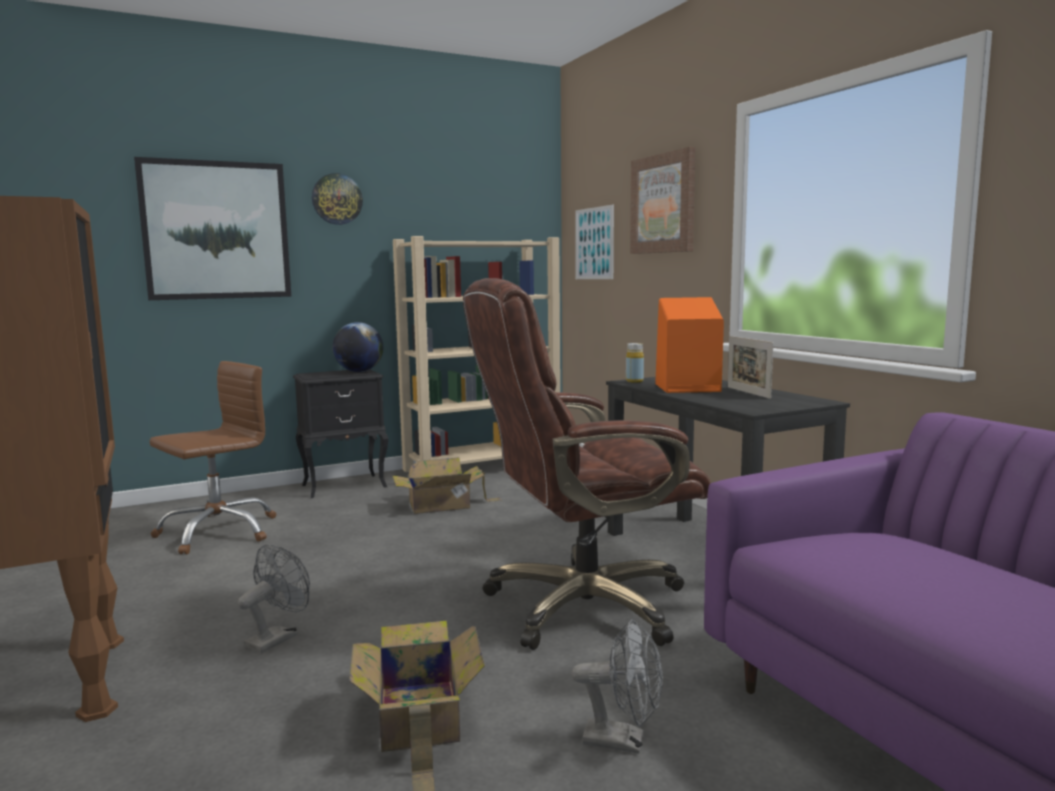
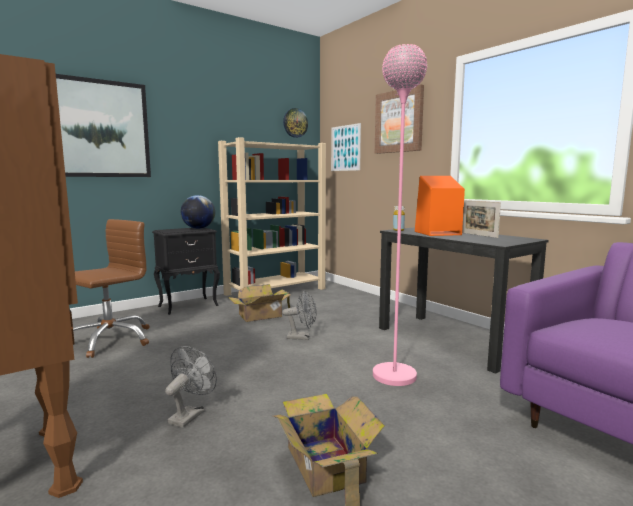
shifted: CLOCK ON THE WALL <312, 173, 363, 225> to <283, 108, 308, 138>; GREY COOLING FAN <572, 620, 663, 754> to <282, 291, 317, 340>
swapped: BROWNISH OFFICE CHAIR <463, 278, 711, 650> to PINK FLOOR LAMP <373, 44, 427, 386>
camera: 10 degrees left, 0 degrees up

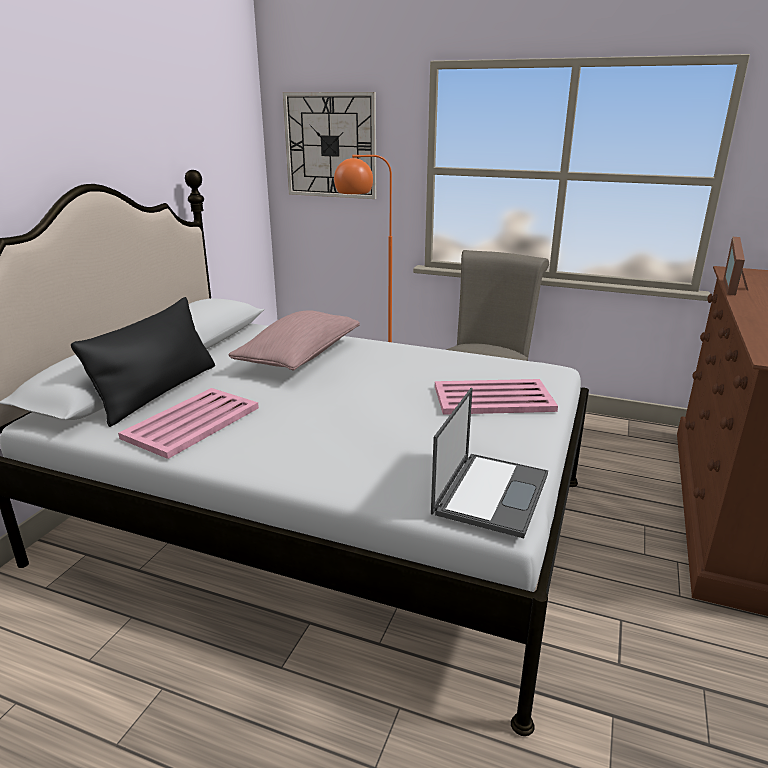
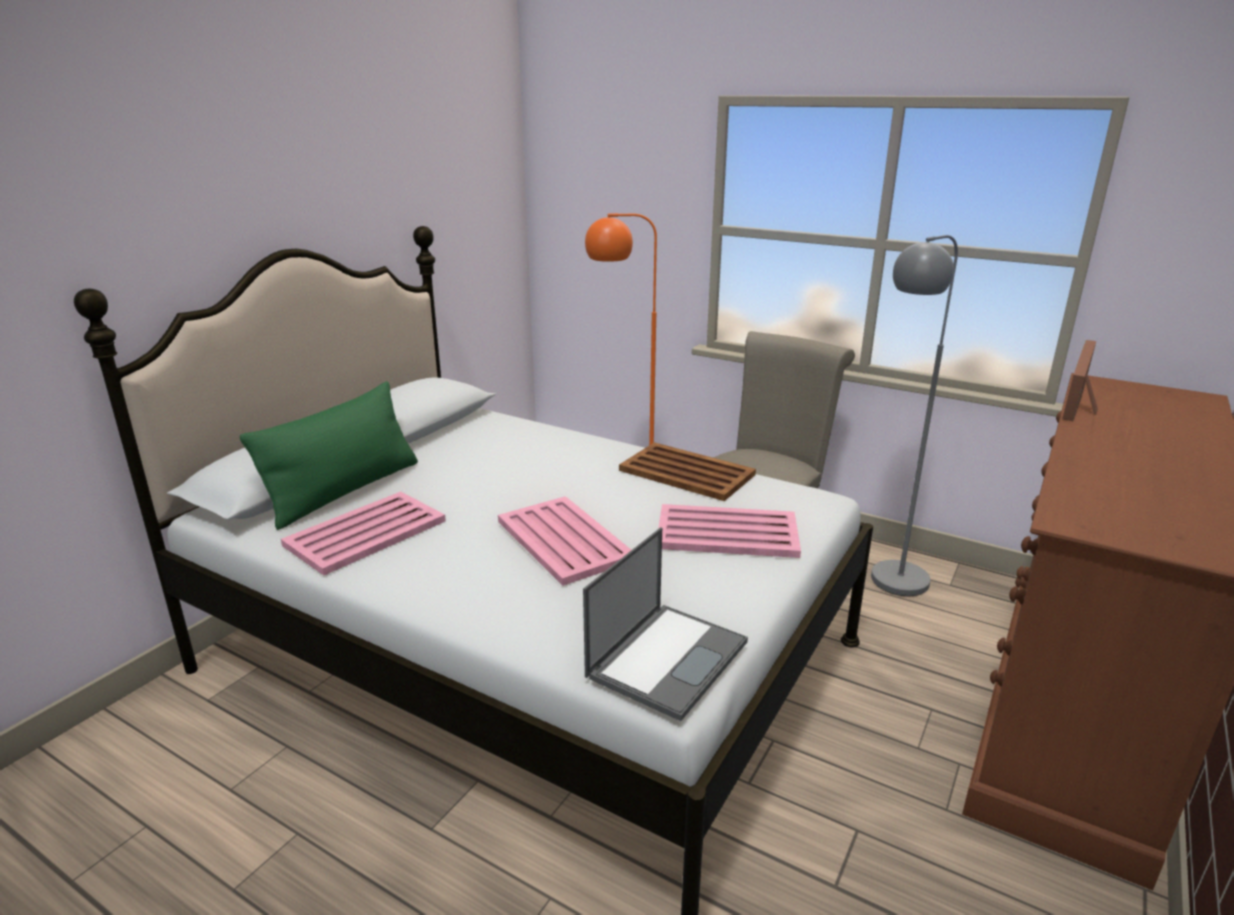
gone: CLOCK ON THE WALL <283, 92, 376, 199>; PINK CUSHION <228, 310, 360, 371>
new: GREY FLOOR LAMP <871, 235, 958, 596>; BROWNISH SERVING TRAY <619, 442, 756, 501>; PINK SERVING TRAY <498, 496, 631, 586>
repainted: BLACK CUSHION <71, 297, 215, 427> to GREEN-COLOURED CUSHION <240, 381, 418, 530>
camera: 10 degrees right, 0 degrees up

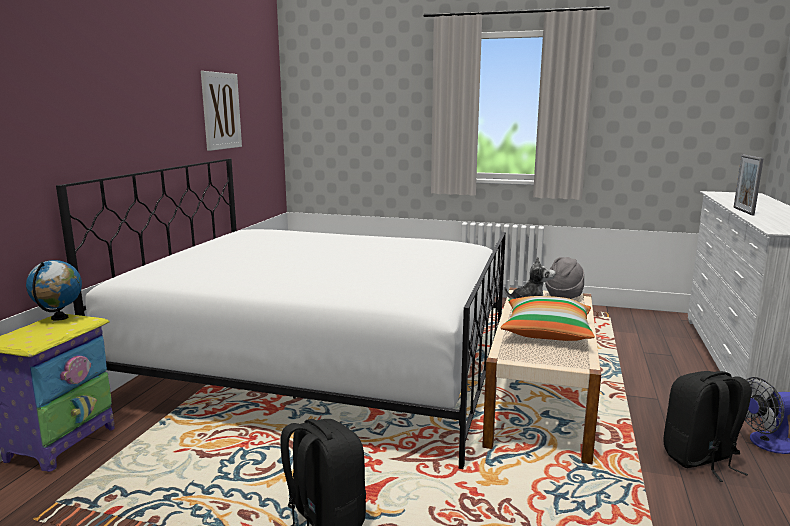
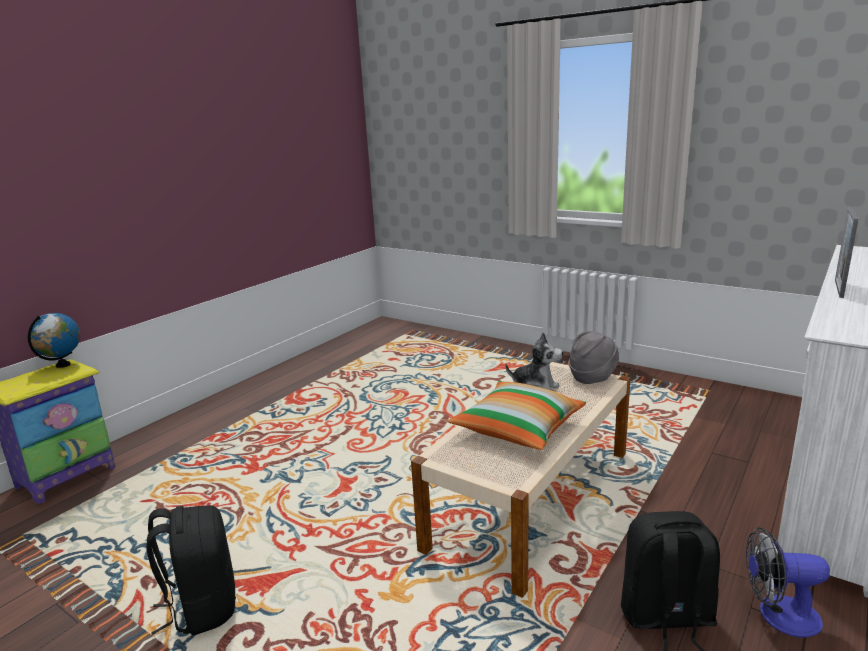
gone: WALL PICTURE <201, 71, 242, 151>; WHITE BED <56, 159, 506, 469>
camera: 20 degrees right, 5 degrees up

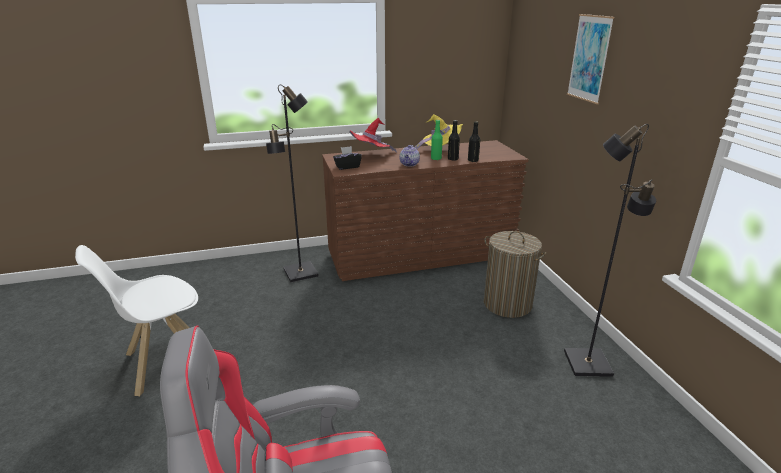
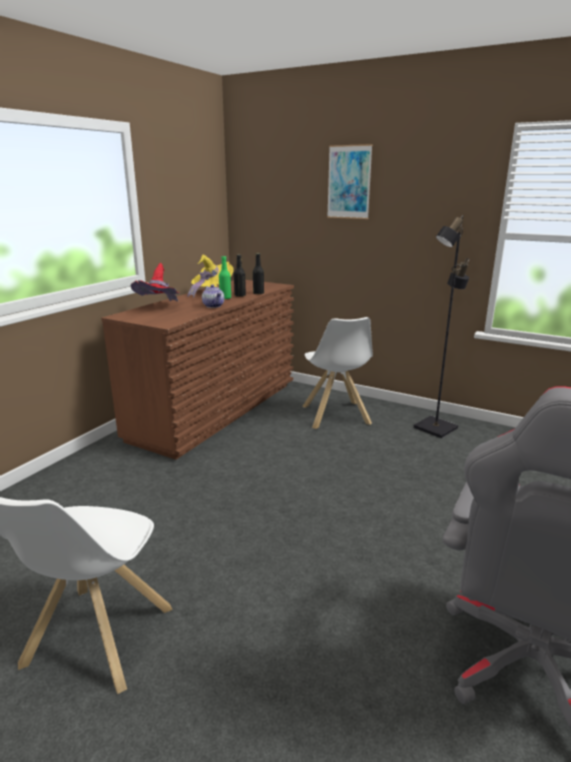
gone: BLACK FLOOR LAMP <266, 84, 319, 282>; BLACK TISSUE BOX <333, 146, 362, 170>
swapped: LAUNDRY BASKET <484, 231, 546, 318> to WHITE UPRIGHT CHAIR <302, 317, 373, 429>
camera: 45 degrees left, 5 degrees down

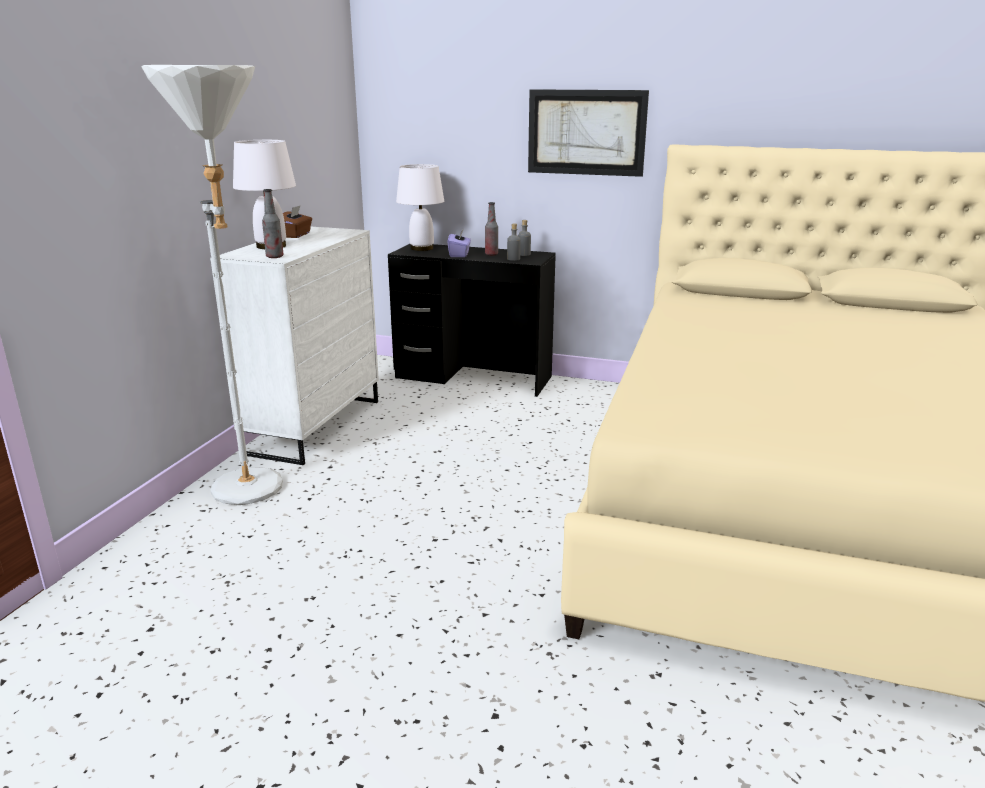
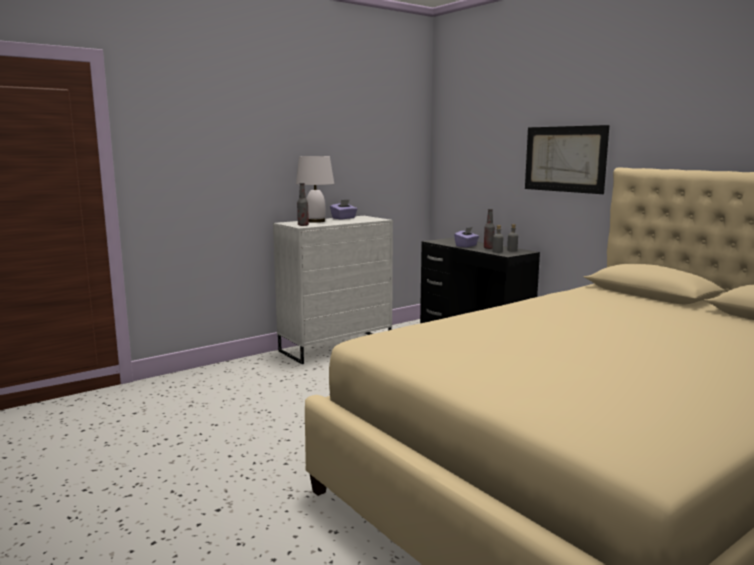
gone: WHITE FLOOR LAMP <141, 65, 283, 505>; WHITE TABLE LAMP <396, 164, 444, 251>
repainted: BROWNISH TISSUE BOX <283, 205, 312, 238> to PURPLISH TISSUE BOX <330, 199, 357, 219>
camera: 35 degrees right, 10 degrees down

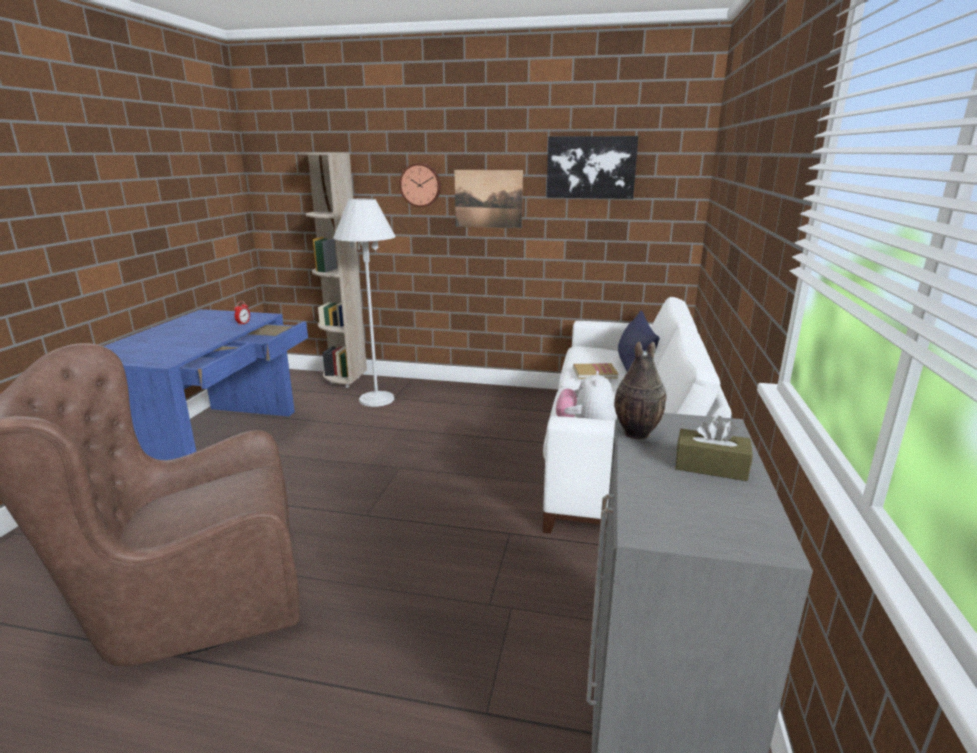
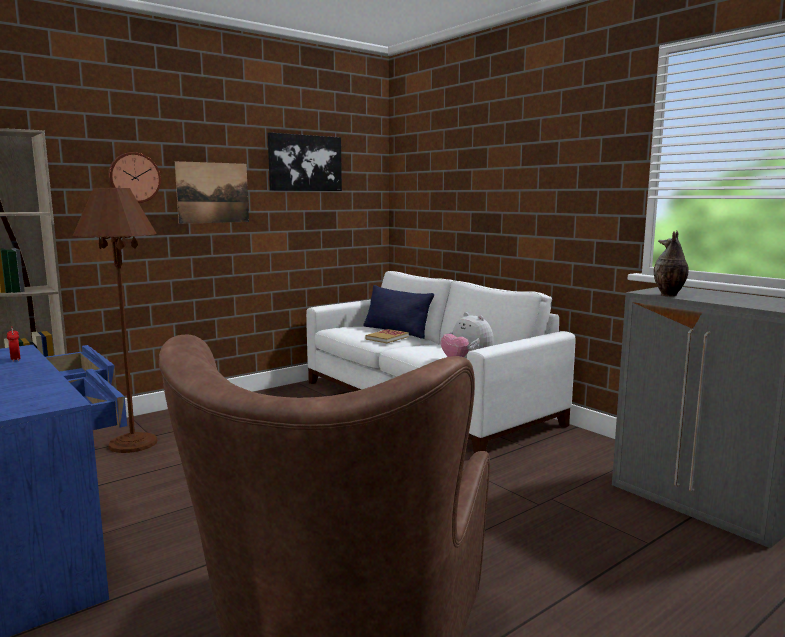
gone: BROWNISH TISSUE BOX <675, 416, 753, 481>
repainted: WHITE FLOOR LAMP <333, 198, 396, 407> to BROWNISH FLOOR LAMP <73, 188, 157, 453>
camera: 50 degrees left, 10 degrees down

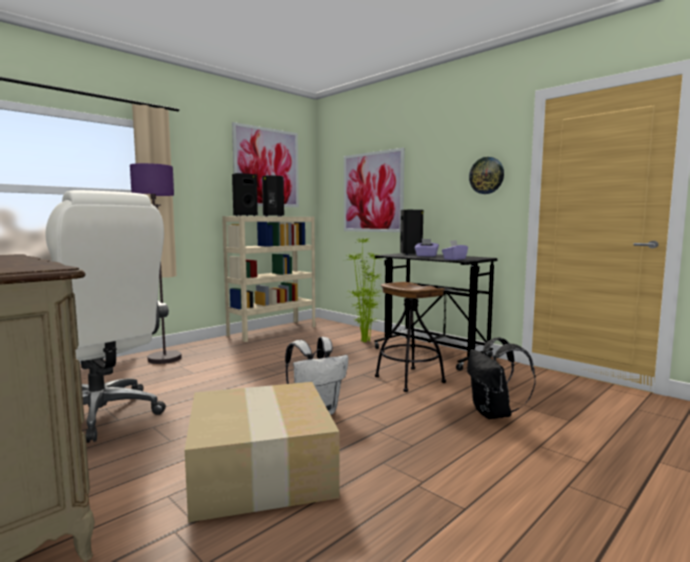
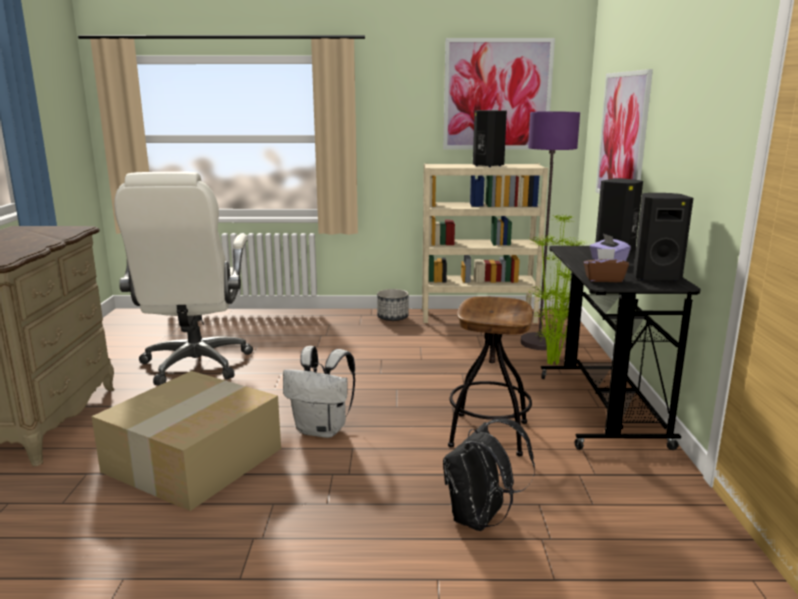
gone: CLOCK ON THE WALL <469, 157, 504, 194>
new: PLANT POT <377, 289, 409, 321>
shifted: PURPLISH FLOOR LAMP <130, 163, 182, 364> to <521, 111, 580, 350>; BLACK AUDIO SPEAKER <232, 173, 258, 216> to <634, 193, 693, 281>
repainted: PURPLISH TISSUE BOX <442, 240, 468, 260> to BROWNISH TISSUE BOX <583, 249, 629, 282>
camera: 45 degrees right, 10 degrees up

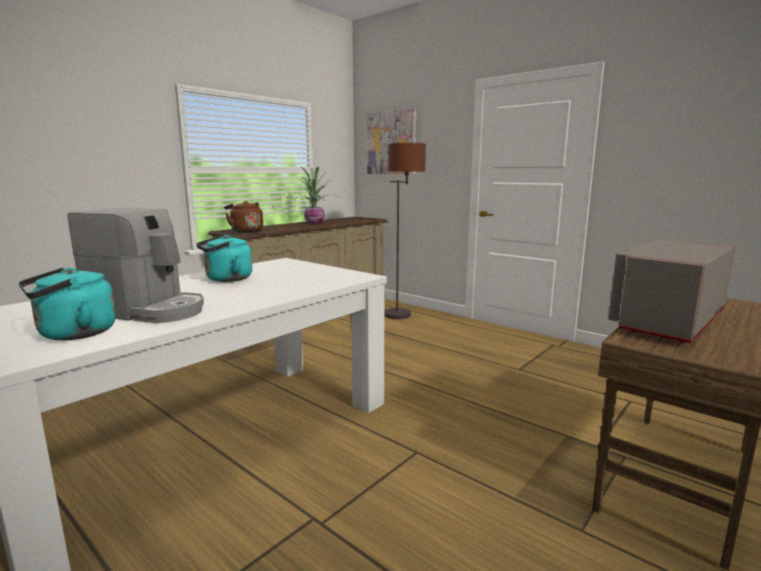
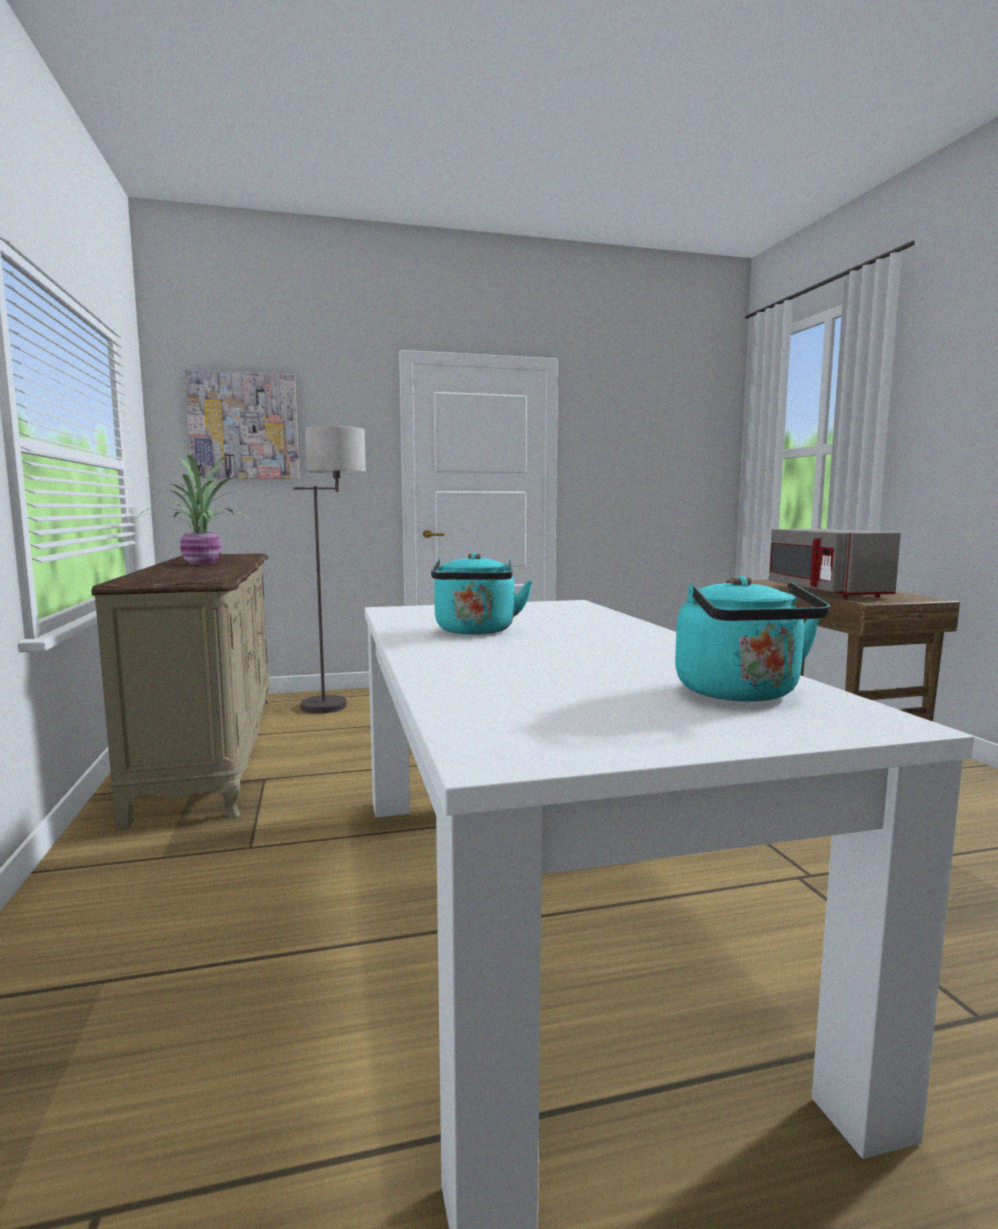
gone: BROWNISH KETTLE <224, 201, 263, 233>; COFFEE MAKER <67, 208, 204, 323>
repainted: BROWNISH FLOOR LAMP <384, 143, 426, 319> to GREY FLOOR LAMP <293, 426, 366, 713>
camera: 55 degrees left, 5 degrees down

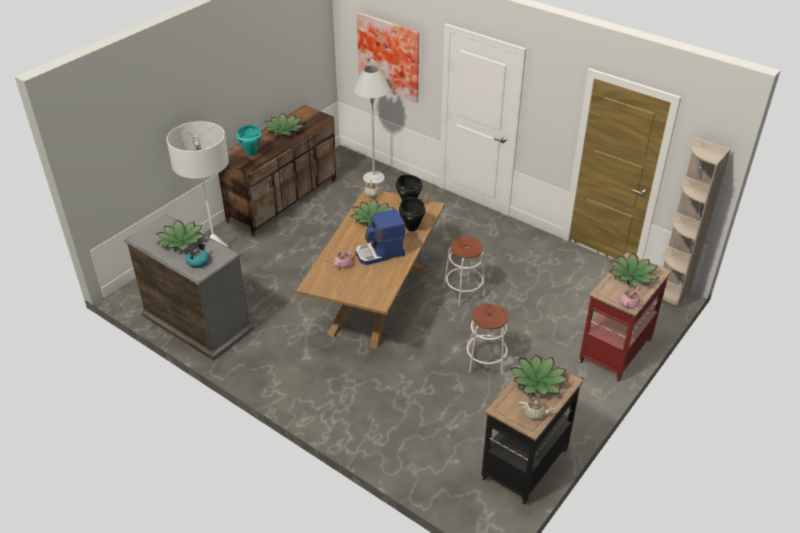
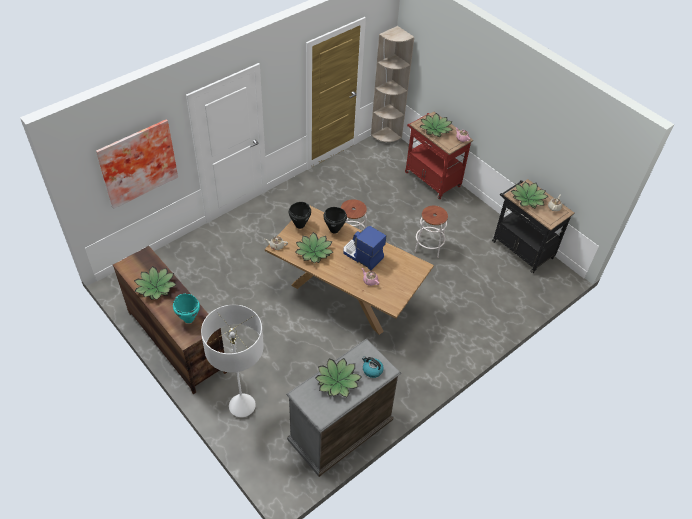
gone: WHITE FLOOR LAMP <353, 66, 390, 184>
rotated: COFFEE MAKER <355, 209, 406, 265> = <343, 226, 386, 270> 135 degrees clockwise
camera: 80 degrees left, 10 degrees up

